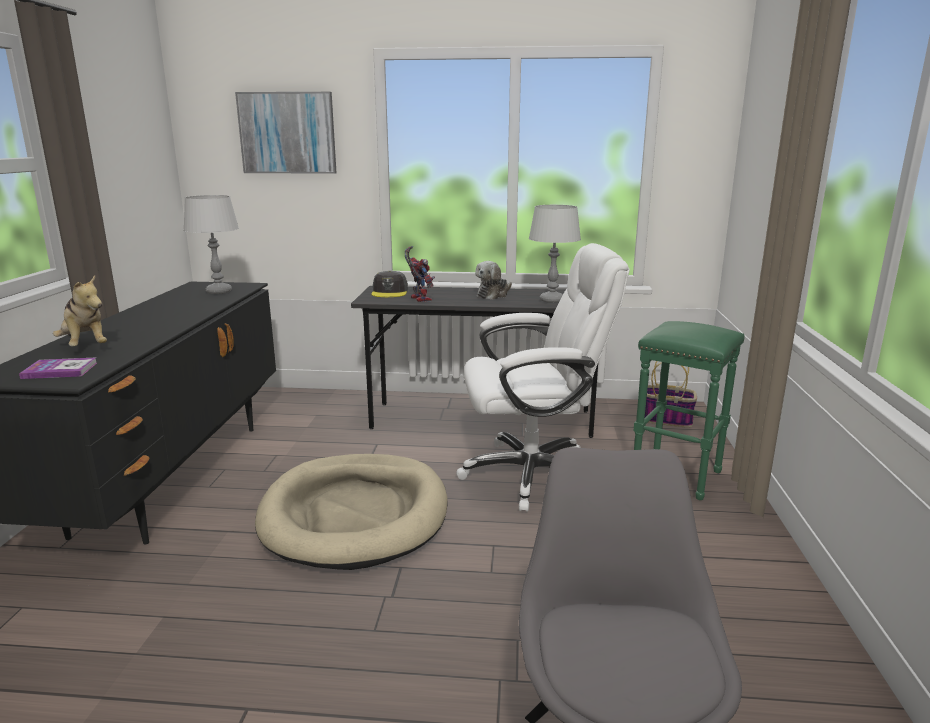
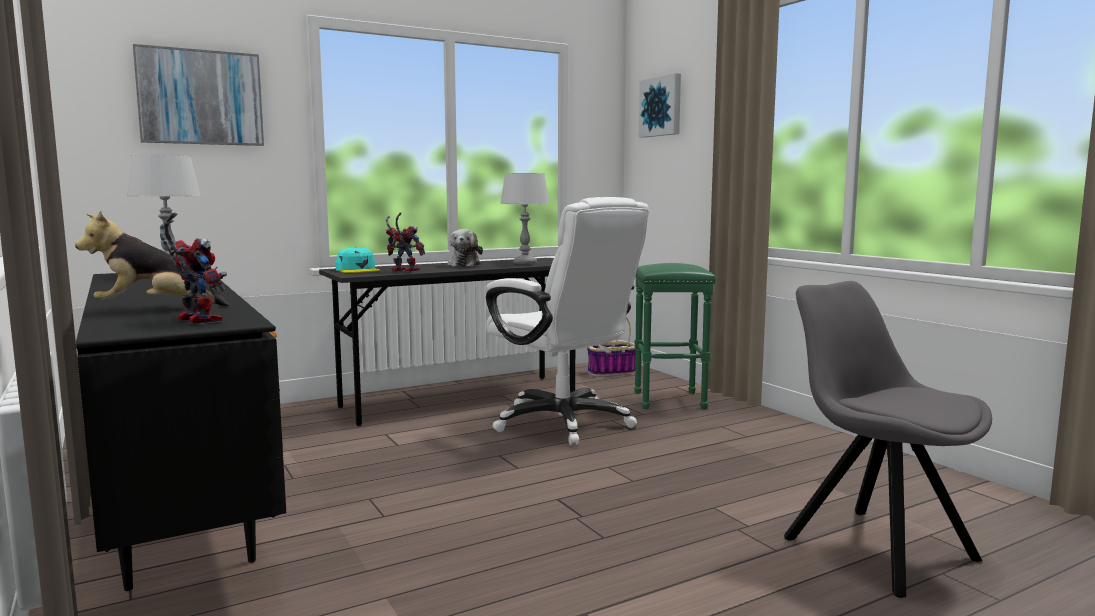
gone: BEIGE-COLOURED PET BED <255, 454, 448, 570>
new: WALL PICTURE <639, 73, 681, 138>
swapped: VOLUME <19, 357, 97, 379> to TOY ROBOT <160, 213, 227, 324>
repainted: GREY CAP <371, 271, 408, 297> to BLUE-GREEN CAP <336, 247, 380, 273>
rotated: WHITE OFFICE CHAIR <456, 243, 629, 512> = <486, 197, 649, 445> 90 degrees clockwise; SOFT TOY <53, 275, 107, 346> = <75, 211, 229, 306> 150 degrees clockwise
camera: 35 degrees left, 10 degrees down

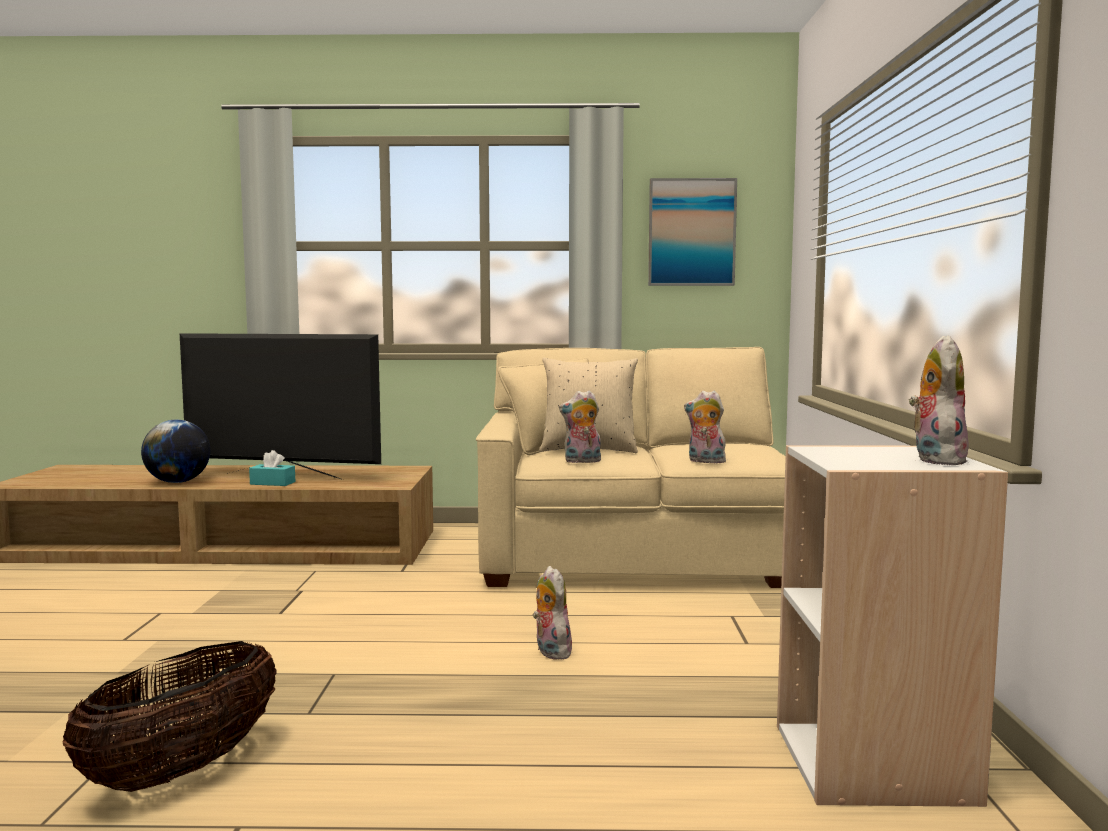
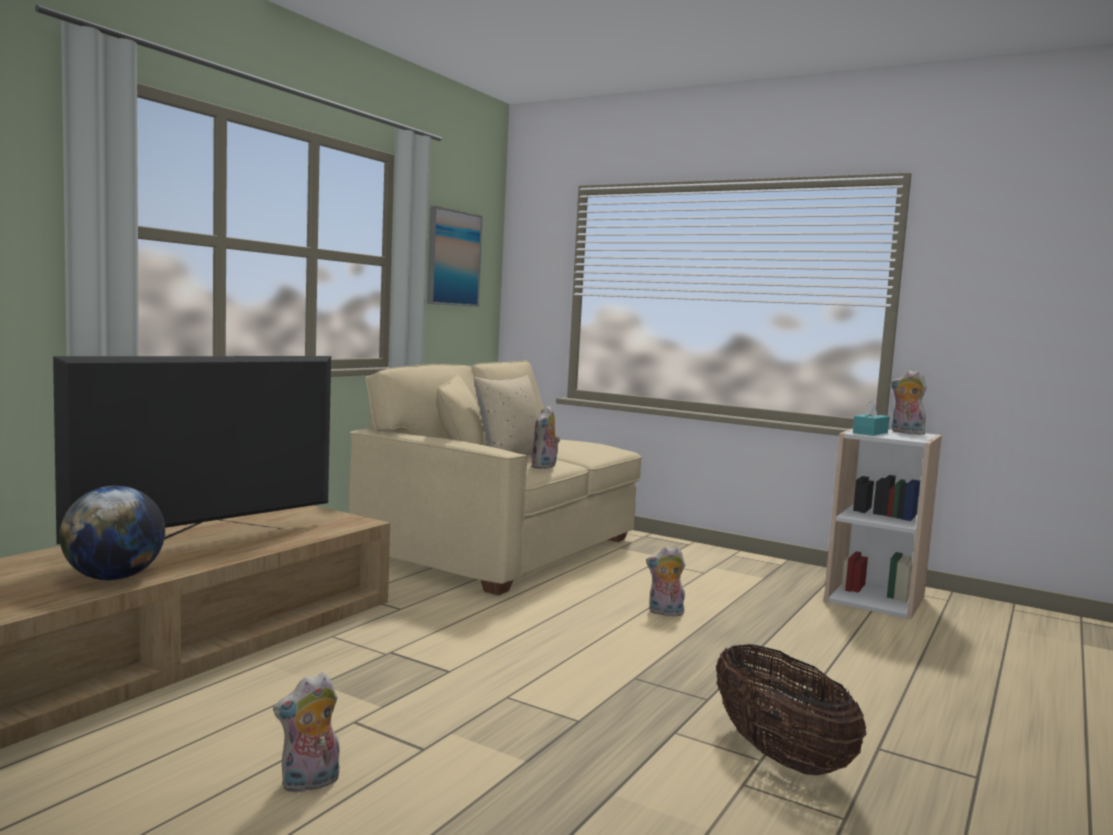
shifted: SOFT TOY <684, 390, 726, 463> to <273, 672, 340, 794>; BLUE-GREEN TISSUE BOX <249, 450, 295, 486> to <853, 400, 889, 436>
camera: 60 degrees left, 0 degrees up

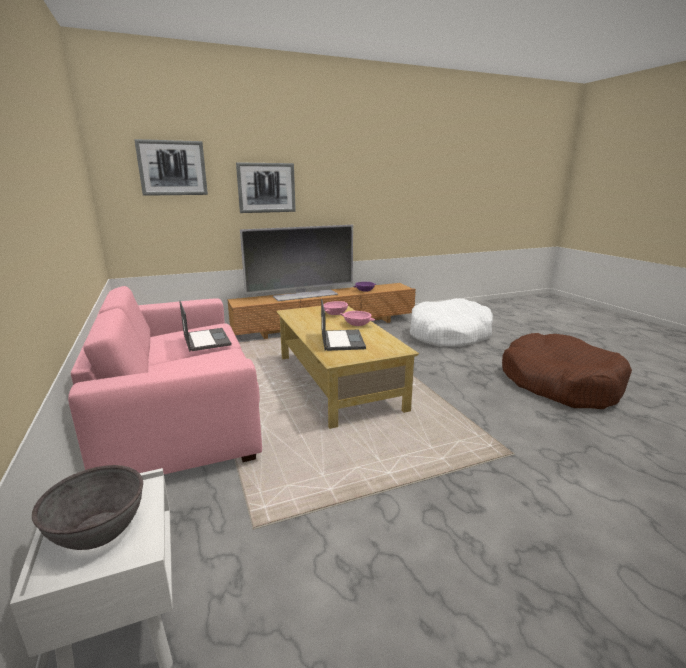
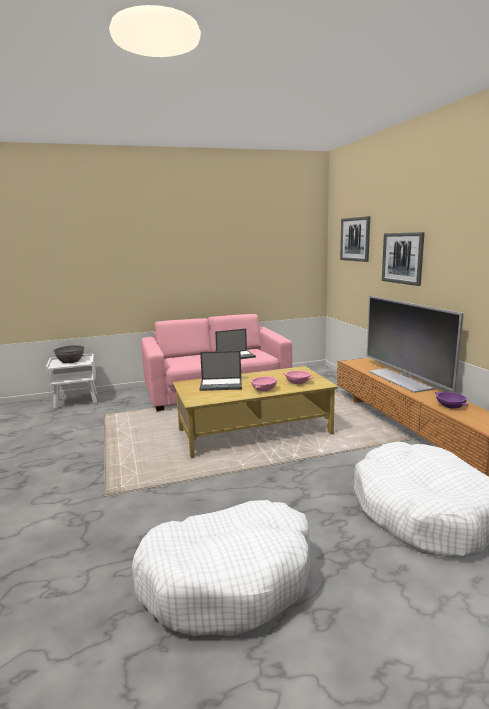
repainted: BROWNISH PET BED <502, 333, 632, 409> to WHITE PET BED <132, 500, 311, 636>
camera: 95 degrees right, 5 degrees down

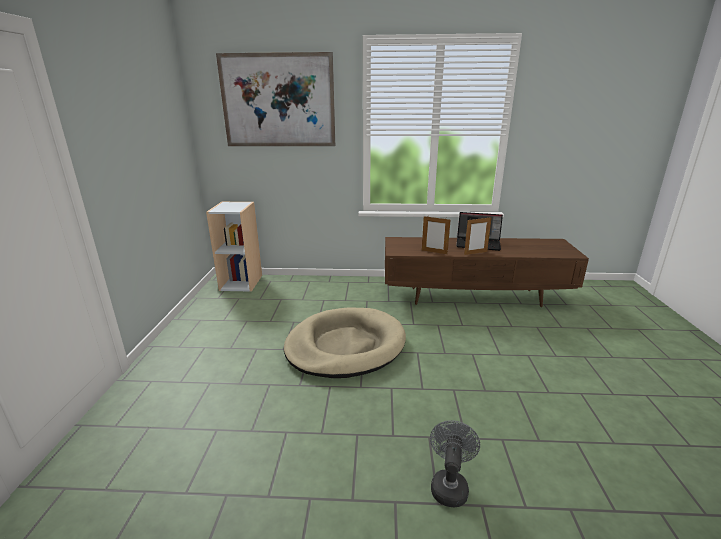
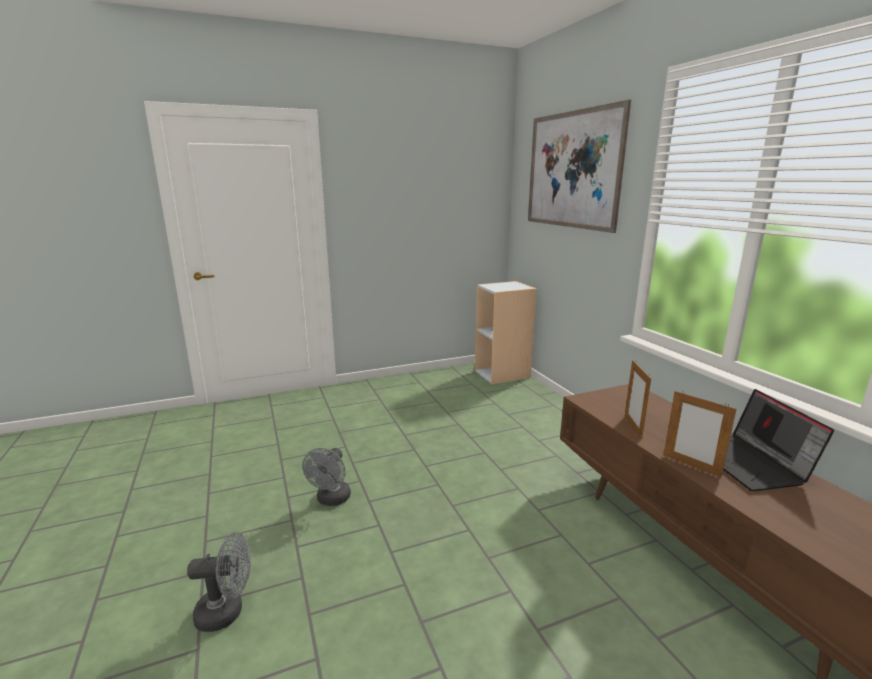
gone: BEIGE-COLOURED PET BED <284, 308, 406, 378>
new: GREY COOLING FAN <302, 448, 351, 506>
camera: 65 degrees right, 5 degrees down

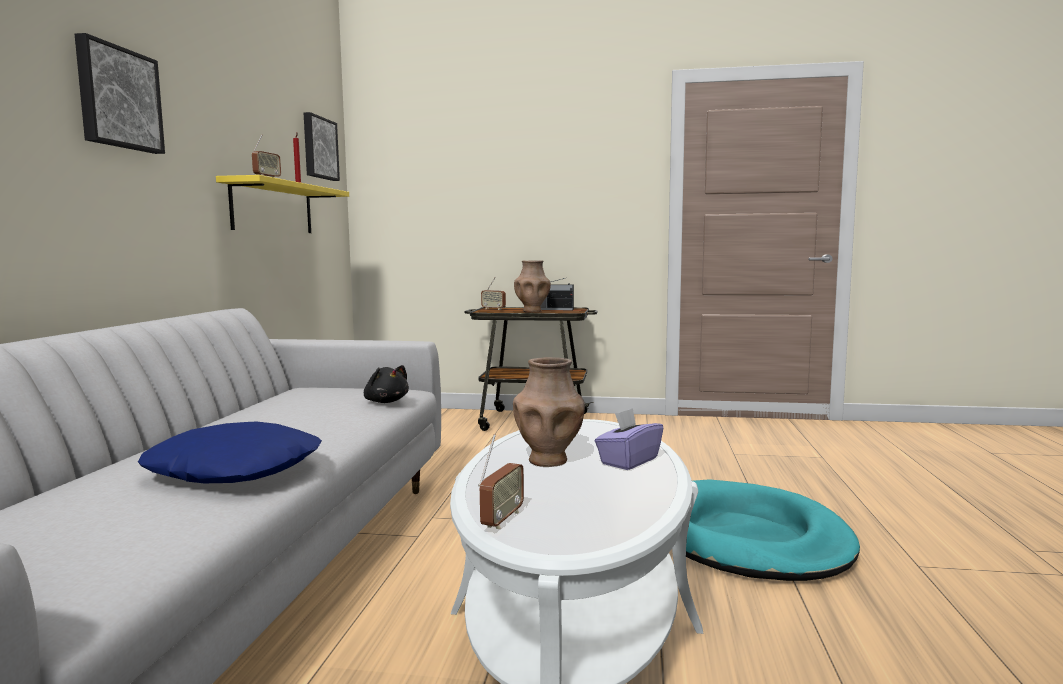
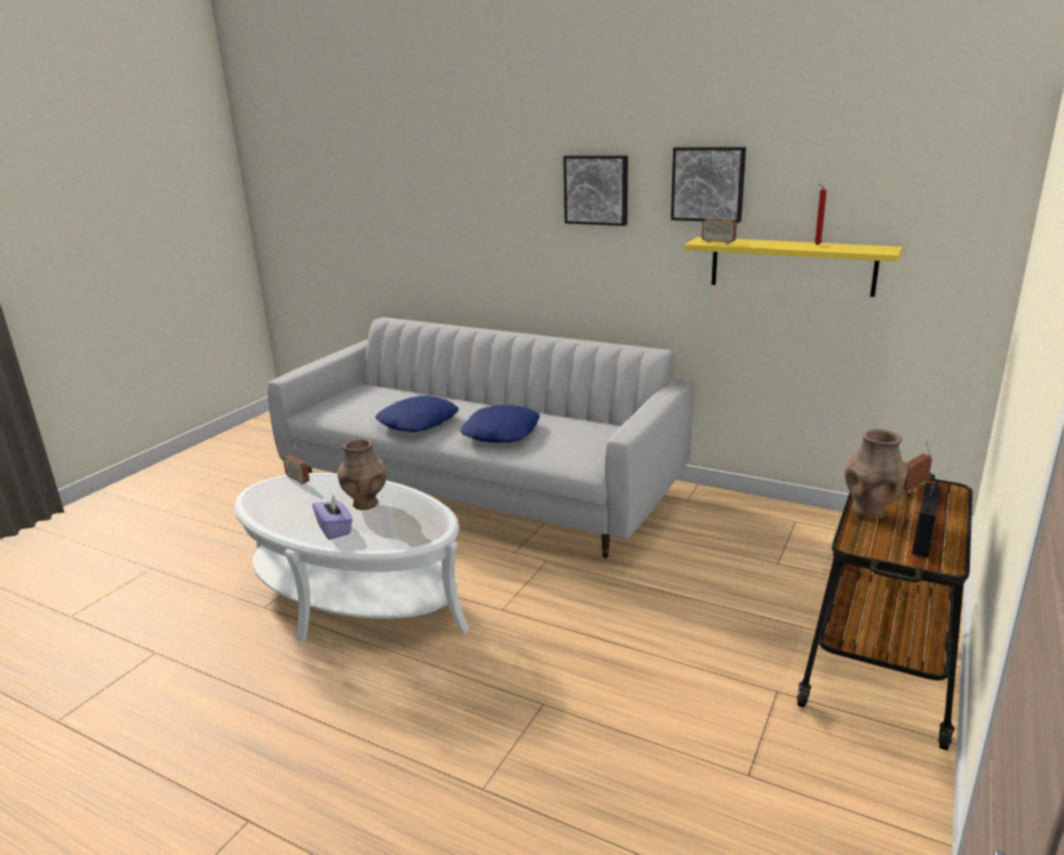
gone: BLACK SOFT TOY <364, 365, 409, 403>; BLUE-GREEN PET BED <686, 480, 860, 581>
new: BLUE CUSHION <460, 405, 540, 443>
shifted: WALL PICTURE <304, 112, 340, 181> to <671, 147, 746, 223>
camera: 110 degrees right, 15 degrees up

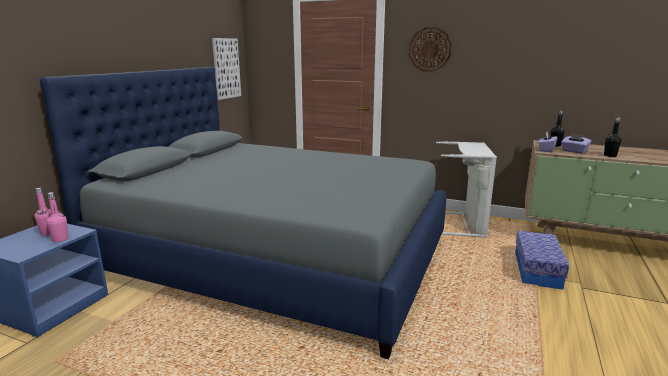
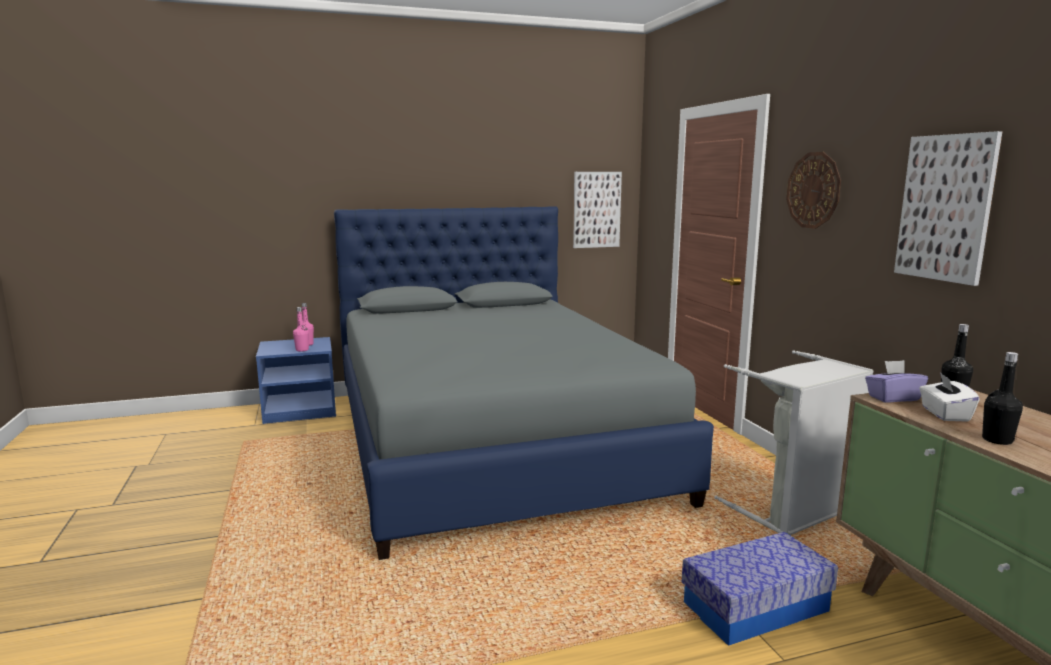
new: WALL PICTURE <894, 131, 1002, 286>
repainted: PURPLISH TISSUE BOX <561, 133, 592, 154> to WHITE TISSUE BOX <919, 373, 980, 422>
camera: 50 degrees right, 5 degrees down

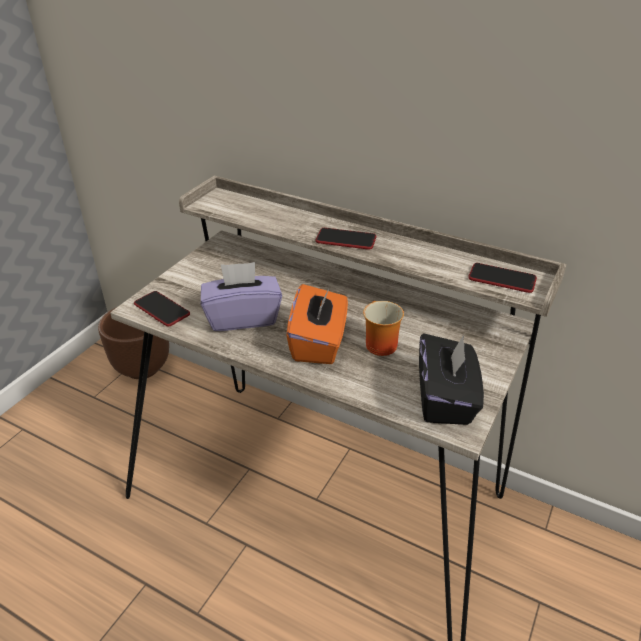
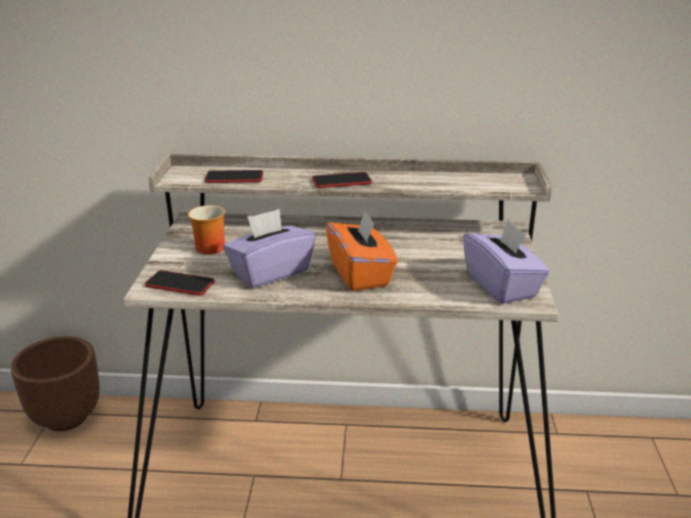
shifted: HANDSET <468, 263, 537, 293> to <205, 170, 263, 183>; COFFEE MUG <363, 301, 404, 356> to <188, 205, 225, 254>
repainted: BLACK TISSUE BOX <419, 334, 484, 425> to PURPLISH TISSUE BOX <463, 220, 550, 304>
camera: 25 degrees left, 10 degrees down

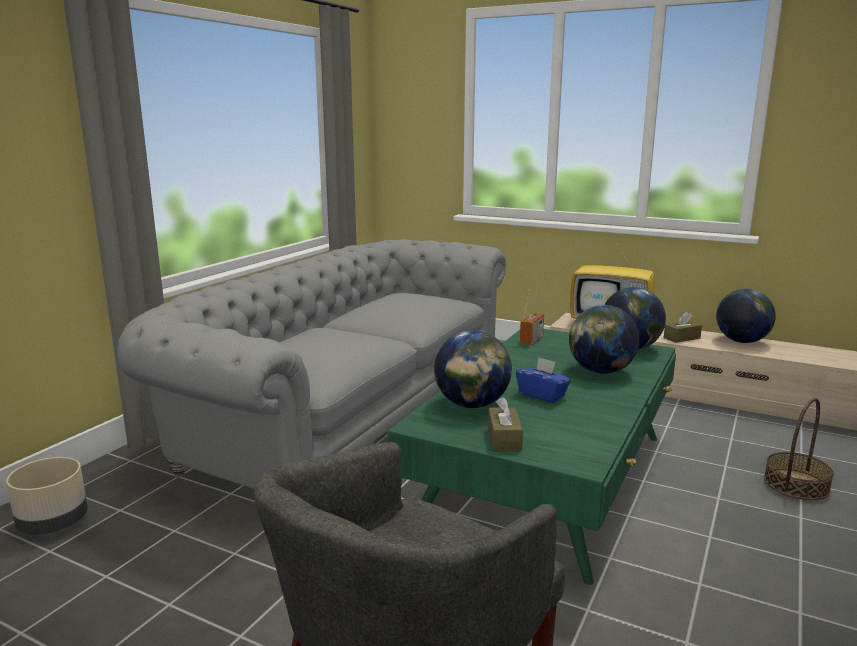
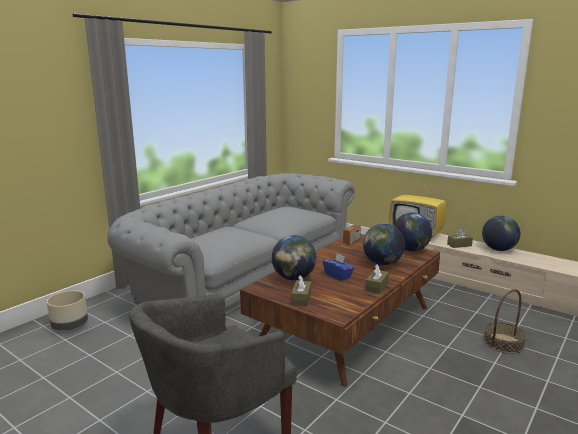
new: BROWNISH TISSUE BOX <365, 264, 389, 294>
repainted: GREEN-COLOURED COFFEE TABLE <388, 329, 676, 585> to BROWNISH COFFEE TABLE <240, 234, 440, 387>
camera: 10 degrees right, 0 degrees up

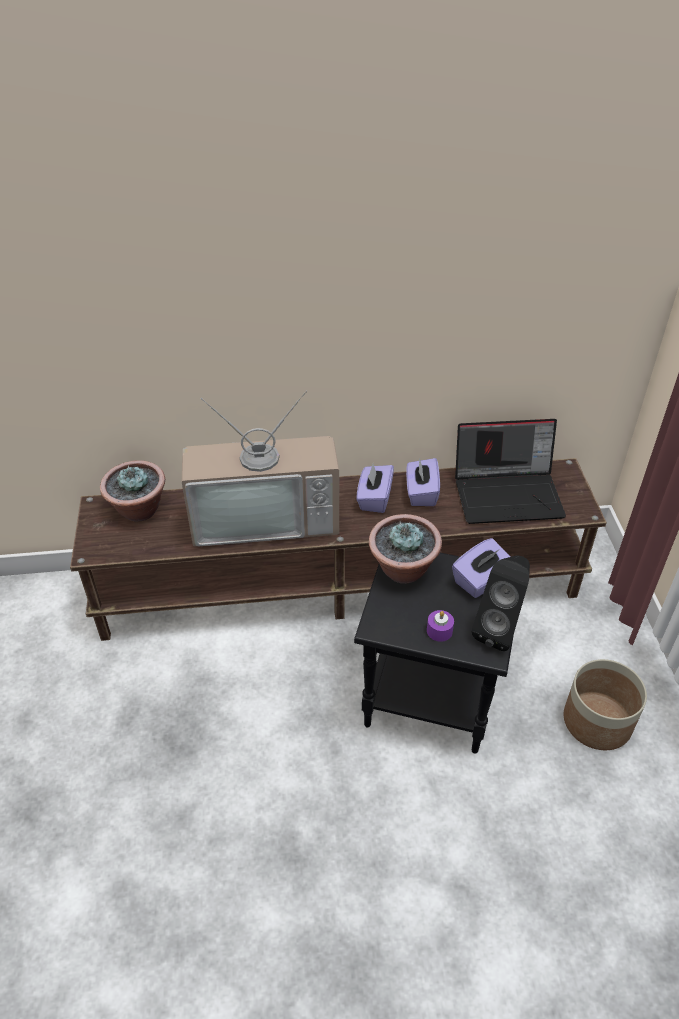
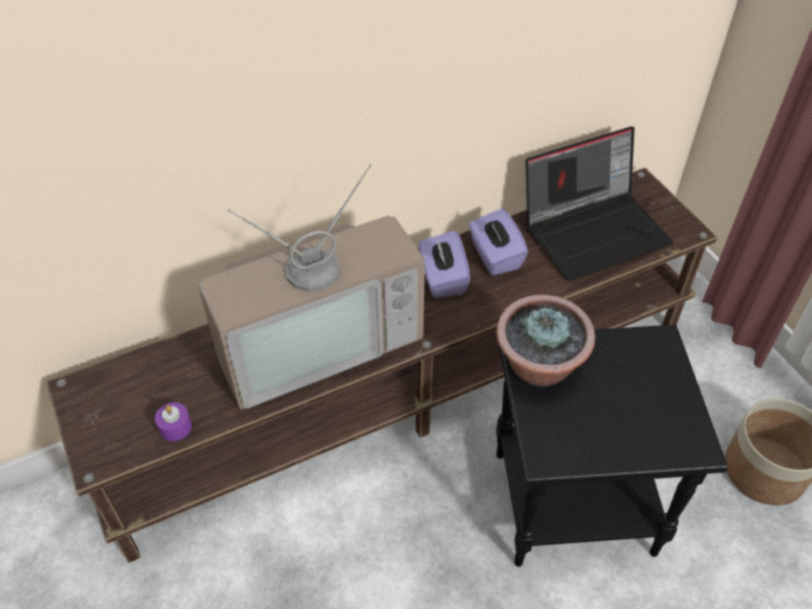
gone: POTTED PLANT <100, 460, 165, 522>; PURPLISH TISSUE BOX <452, 538, 511, 598>; BLACK AUDIO SPEAKER <472, 556, 530, 651>
shifted: PURPLISH WAX CANDLE <427, 610, 454, 642> to <155, 403, 192, 441>
camera: 20 degrees left, 5 degrees up

